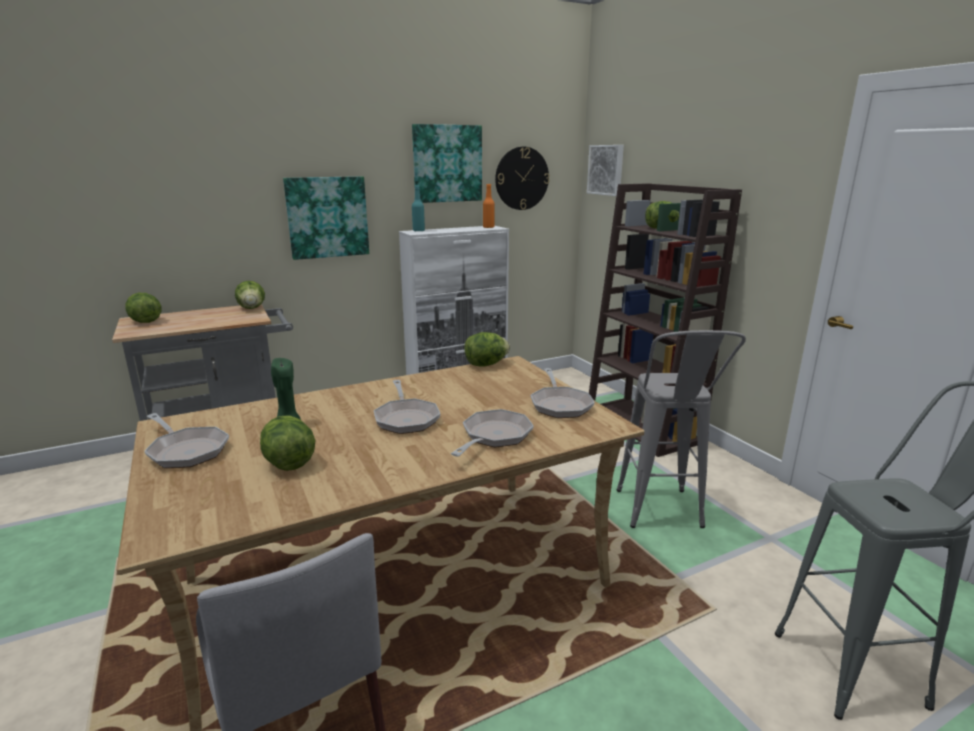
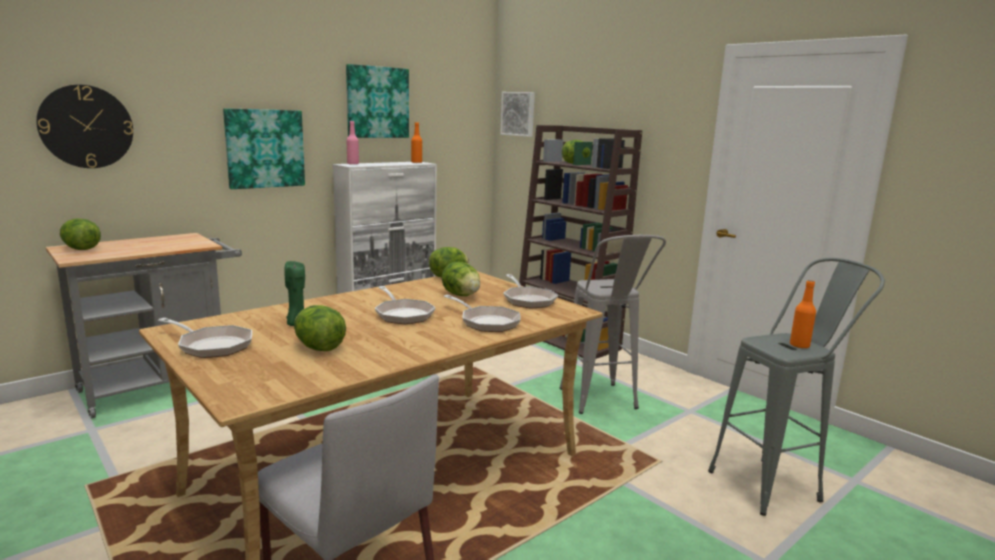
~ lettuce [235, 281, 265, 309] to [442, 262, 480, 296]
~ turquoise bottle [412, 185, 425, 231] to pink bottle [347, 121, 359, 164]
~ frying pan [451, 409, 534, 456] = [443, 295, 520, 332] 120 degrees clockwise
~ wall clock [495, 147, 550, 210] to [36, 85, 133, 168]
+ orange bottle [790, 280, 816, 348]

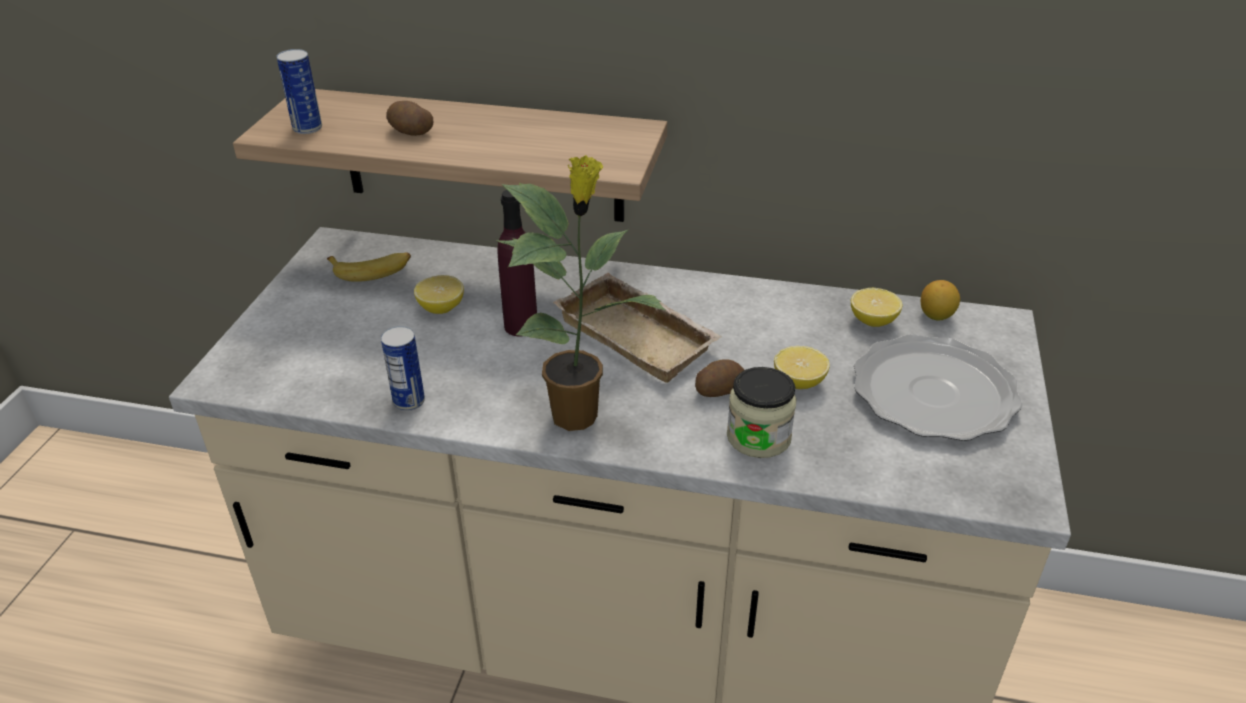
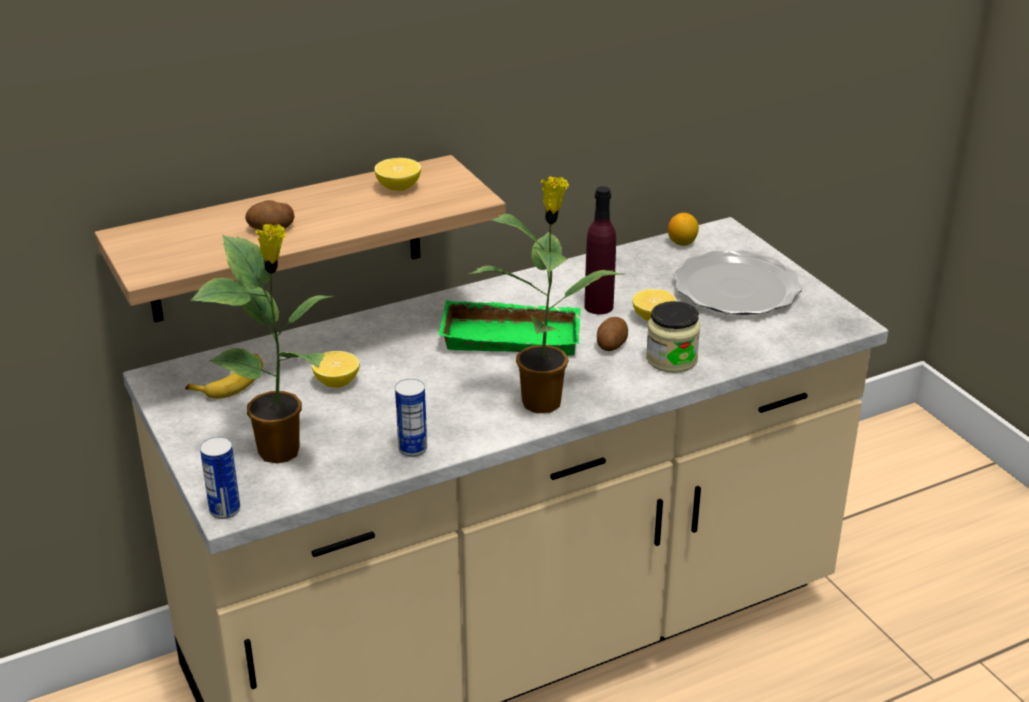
~ can [276, 49, 322, 134] to [200, 437, 240, 519]
~ purple bottle [497, 190, 537, 336] to [584, 186, 616, 314]
~ beige tray [553, 273, 722, 383] to green tray [439, 300, 581, 356]
~ lemon [851, 288, 902, 327] to [374, 158, 421, 191]
+ potted plant [190, 224, 336, 464]

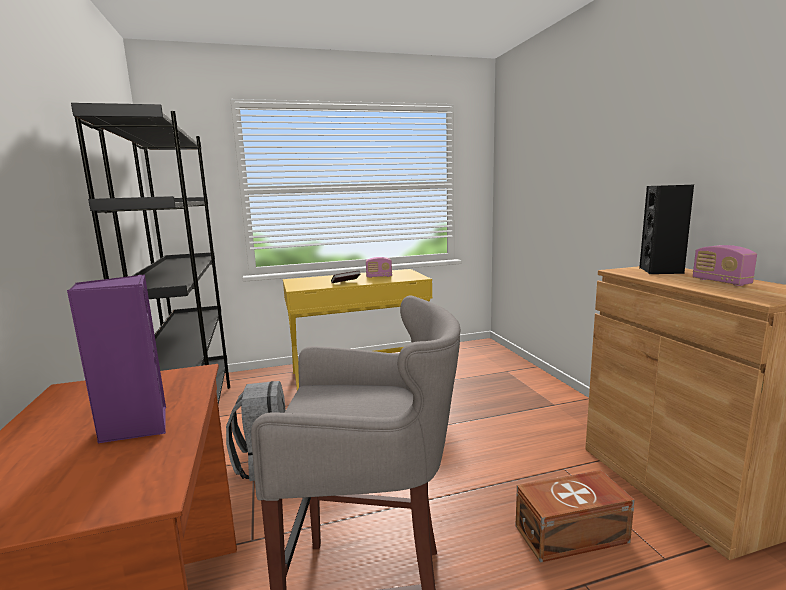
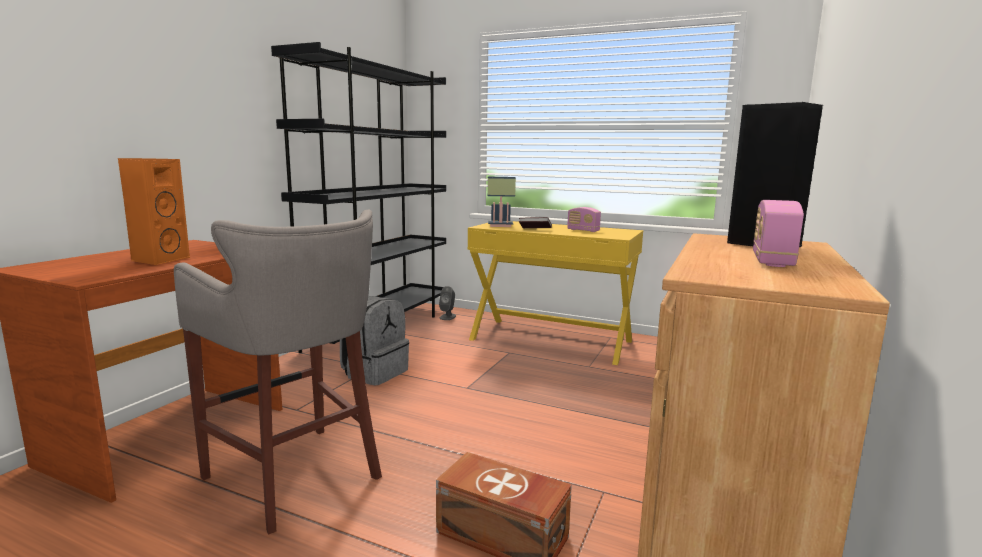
~ purple speaker [67, 274, 166, 443] to orange speaker [118, 158, 190, 265]
+ grey speaker [439, 286, 456, 320]
+ table lamp [488, 177, 516, 227]

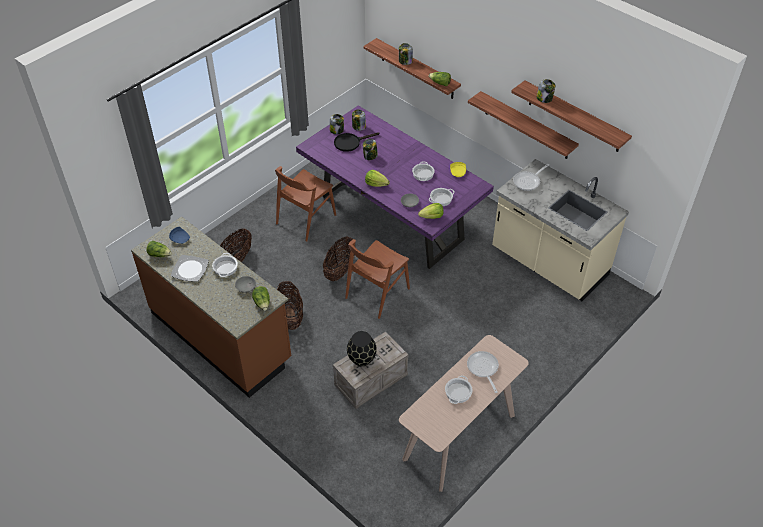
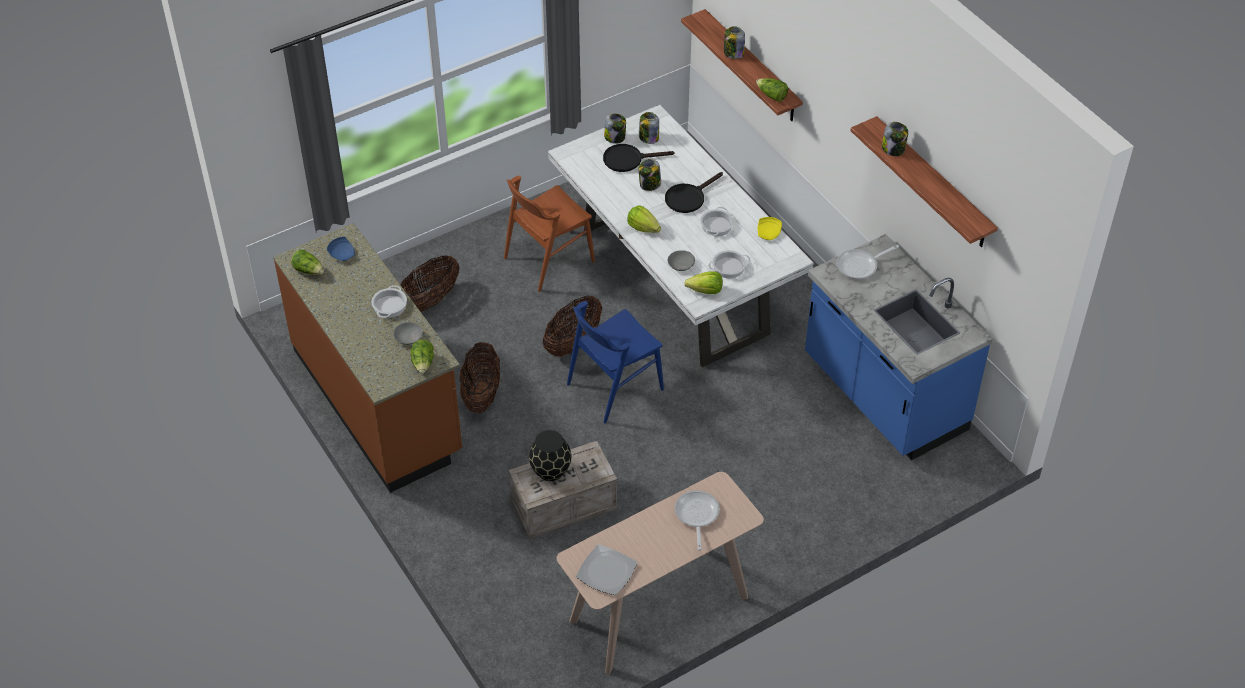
~ plate [171, 255, 209, 282] to [576, 544, 637, 595]
~ purple dining table [296, 105, 494, 269] to white dining table [548, 105, 814, 367]
~ brown chair [345, 239, 410, 319] to blue chair [567, 301, 664, 423]
- cooking pot [445, 376, 472, 404]
- shelf [468, 91, 579, 159]
~ beige counter [492, 159, 629, 301] to blue counter [805, 234, 993, 460]
+ black frying pan [665, 172, 723, 213]

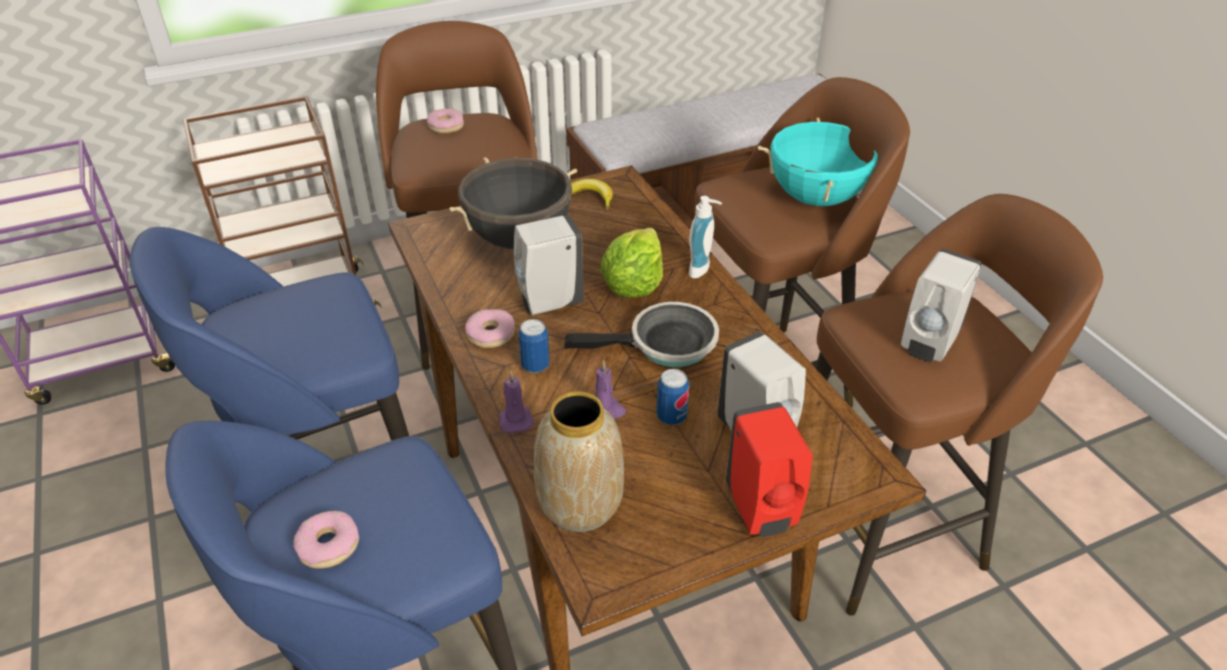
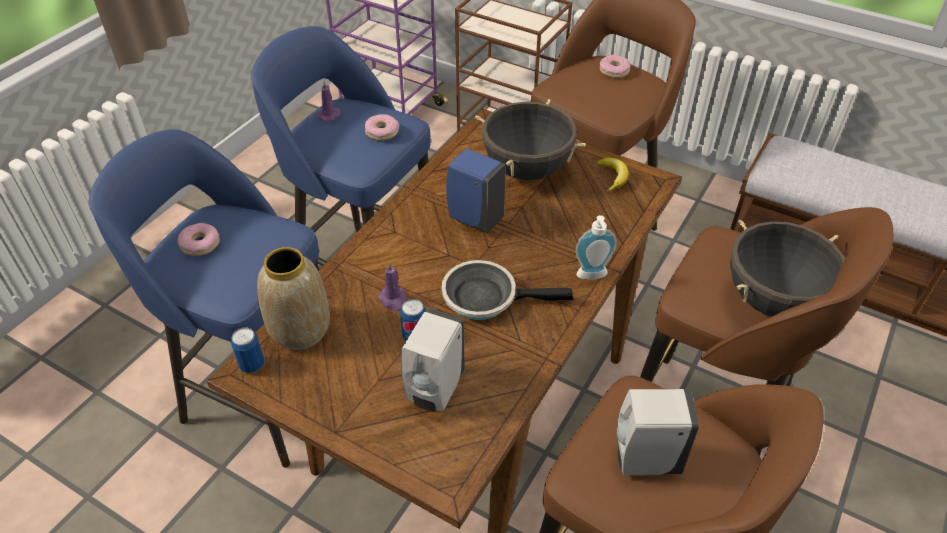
~ donut [465, 309, 515, 348] to [365, 114, 399, 141]
~ purple candle [499, 371, 534, 434] to [317, 81, 341, 122]
~ white soap dispenser [513, 215, 584, 315] to blue soap dispenser [446, 148, 506, 233]
~ can [518, 319, 550, 373] to [231, 327, 265, 373]
~ frying pan [564, 302, 719, 367] = [441, 260, 573, 320] 135 degrees clockwise
- lettuce [600, 228, 663, 298]
- red soap dispenser [726, 402, 813, 537]
~ turquoise cooking pot [758, 117, 878, 206] to black cooking pot [730, 220, 845, 317]

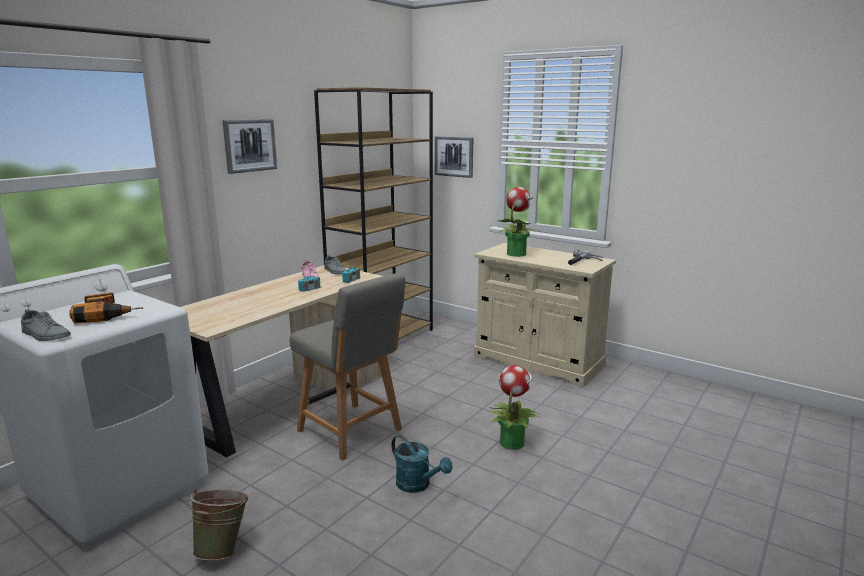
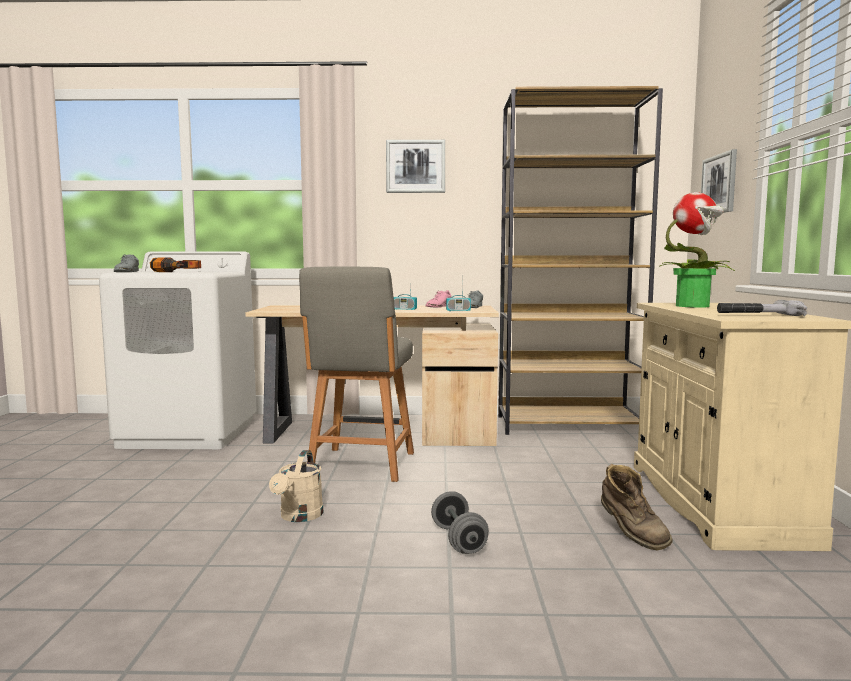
- green bucket [187, 489, 249, 561]
~ turquoise watering can [392, 435, 453, 493] to beige watering can [269, 450, 324, 522]
~ potted plant [488, 365, 541, 450] to grey dumbbell [431, 491, 489, 554]
+ brown boot [601, 464, 673, 550]

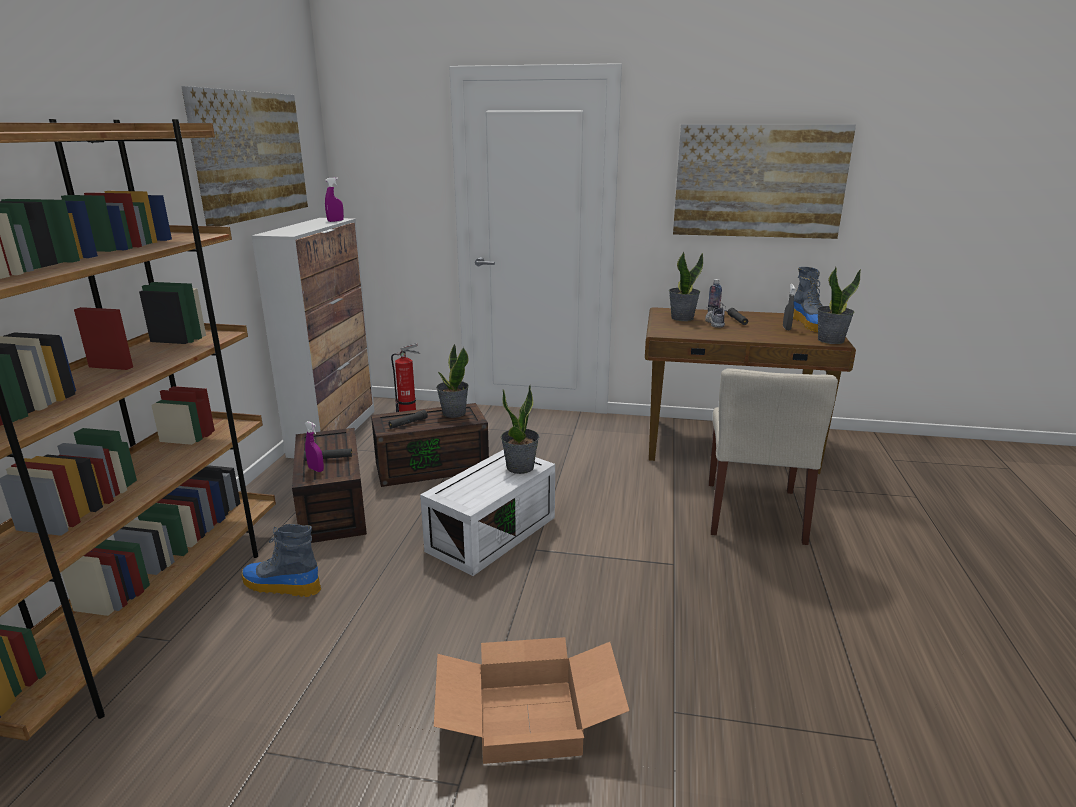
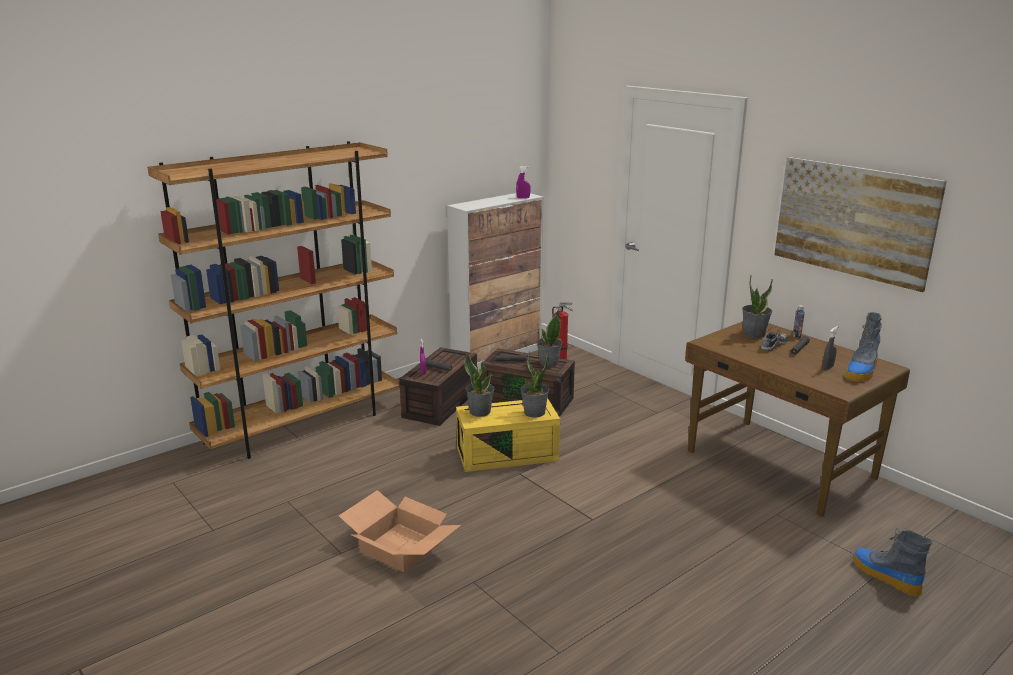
- picture [181, 86, 308, 226]
~ boot [241, 524, 321, 597] to [853, 528, 932, 596]
~ white storage box [420, 449, 555, 576] to yellow storage box [456, 398, 560, 472]
- beige chair [709, 368, 838, 545]
~ potted plant [817, 267, 861, 344] to [464, 354, 495, 417]

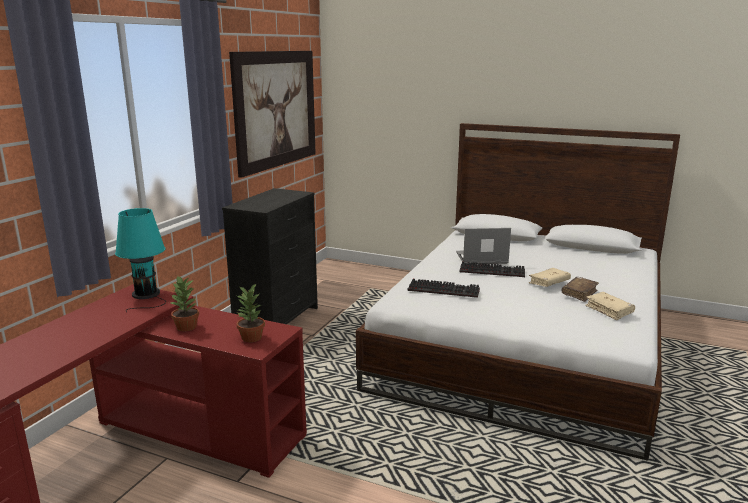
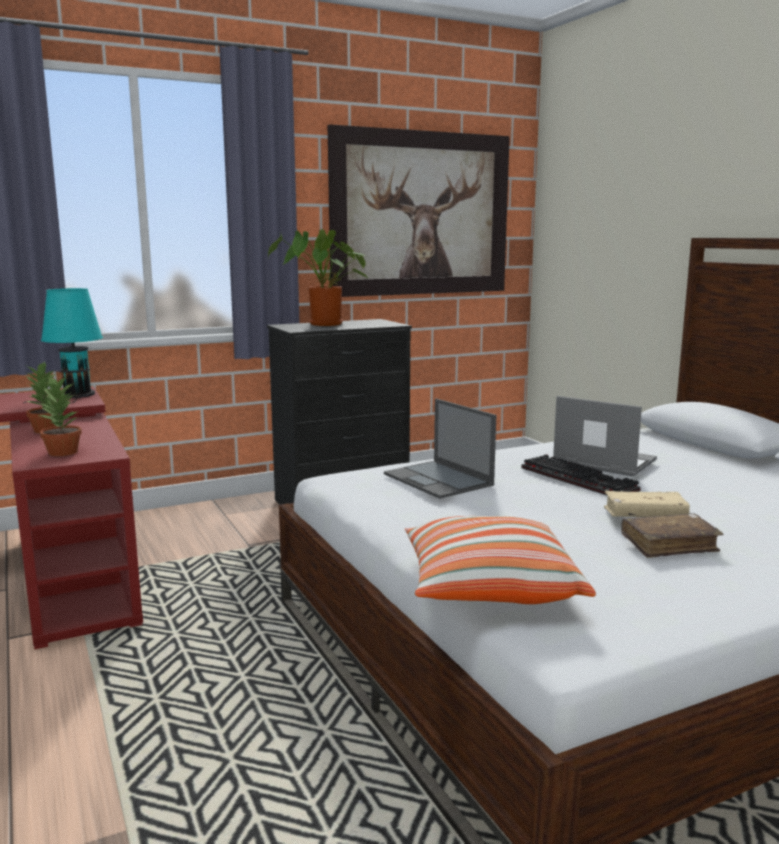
~ keyboard [408, 279, 480, 298] to laptop [384, 399, 496, 499]
- beige book [585, 292, 635, 320]
+ potted plant [268, 229, 369, 326]
+ pillow [405, 516, 596, 604]

